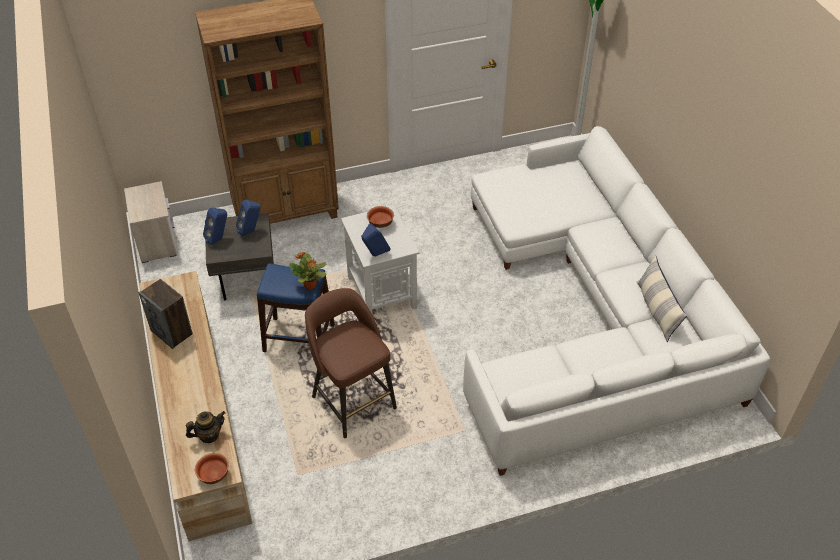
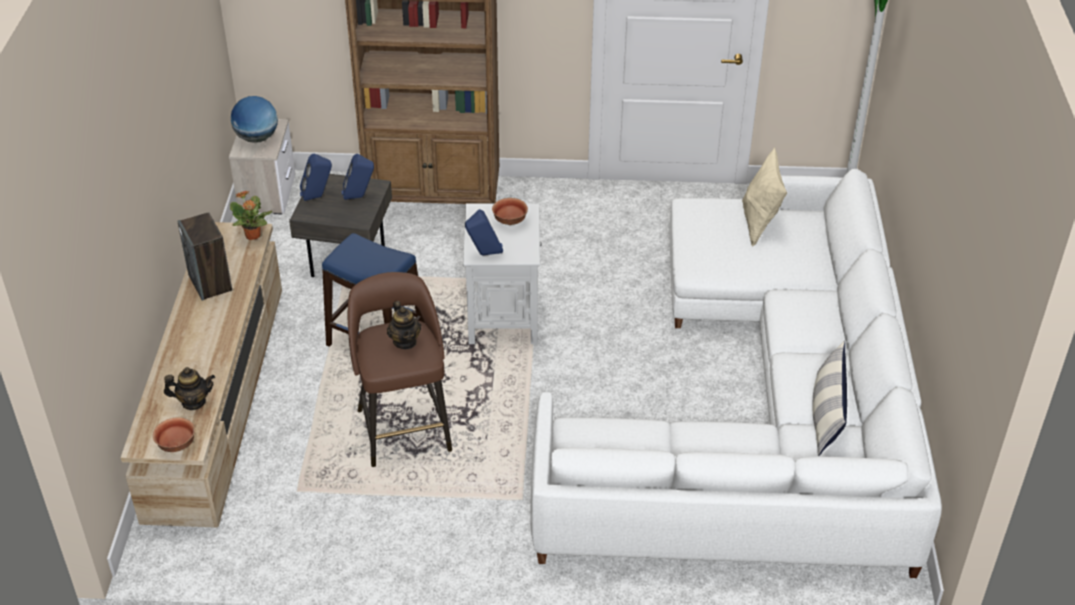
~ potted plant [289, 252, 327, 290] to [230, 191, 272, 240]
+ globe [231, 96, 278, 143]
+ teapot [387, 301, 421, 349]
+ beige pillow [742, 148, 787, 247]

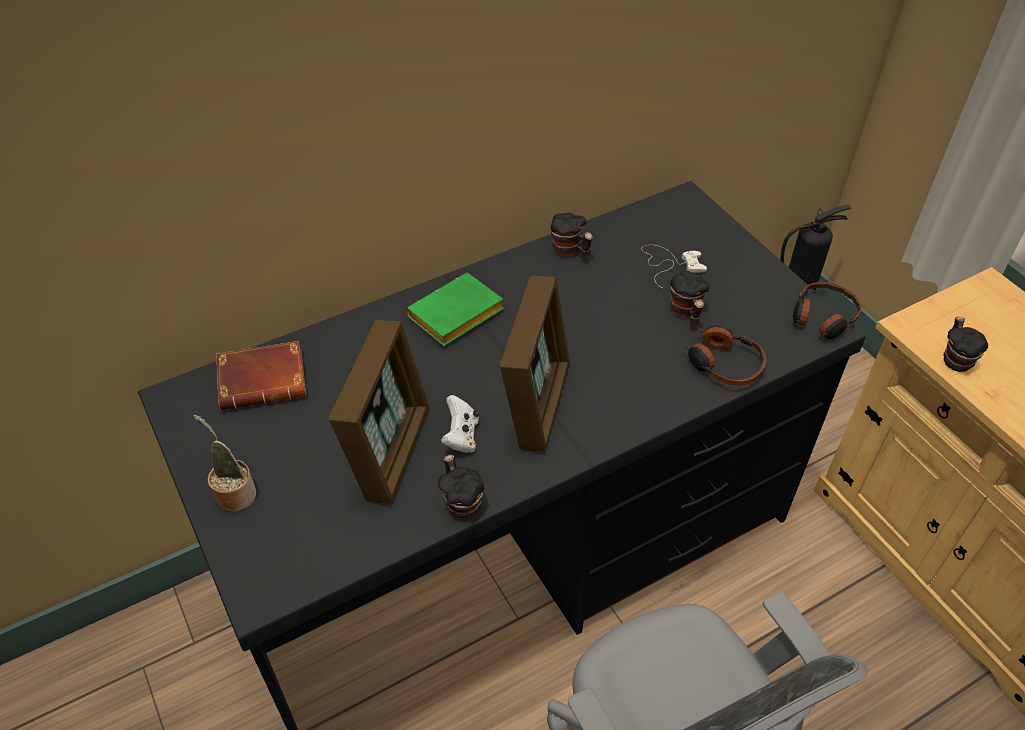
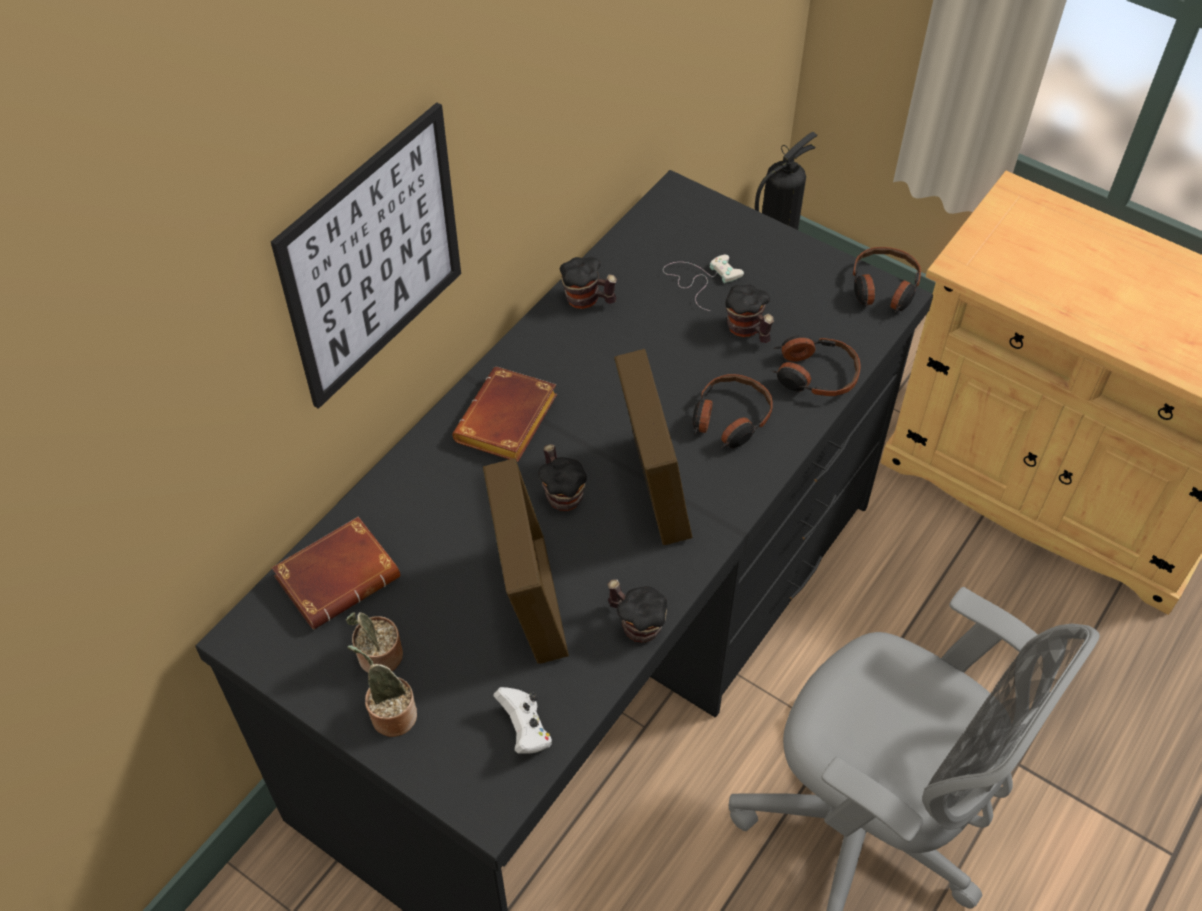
~ green book [406, 273, 504, 346] to brown book [452, 367, 557, 462]
~ white game controller [441, 395, 479, 453] to [493, 687, 552, 754]
~ mug [943, 317, 988, 372] to [538, 444, 587, 511]
+ picture [271, 102, 461, 409]
+ potted plant [346, 612, 403, 673]
+ headphones [692, 374, 772, 448]

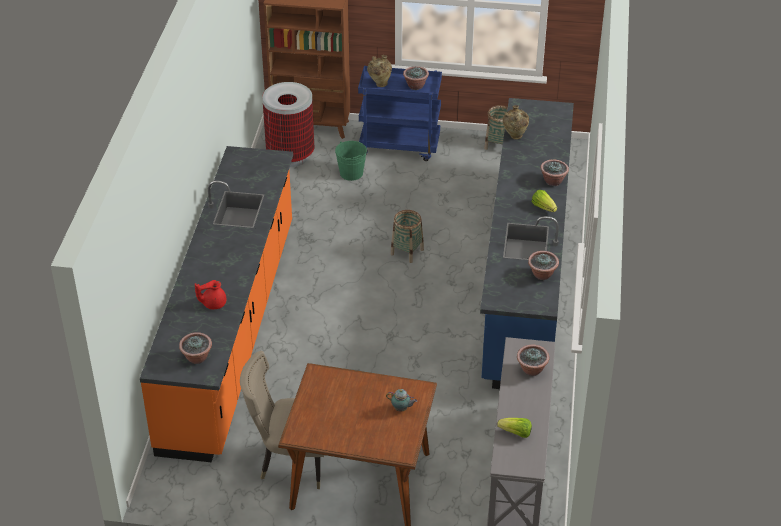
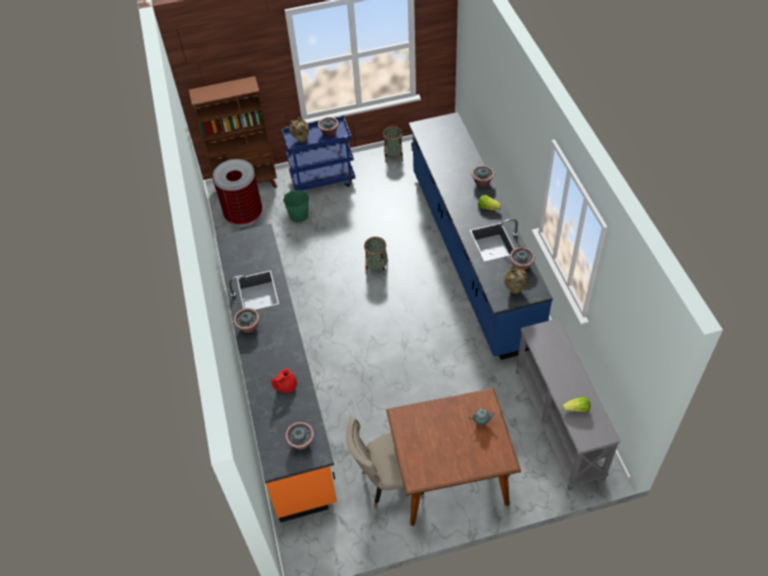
~ beige vase [503, 105, 529, 140] to [504, 266, 528, 294]
~ potted plant [517, 345, 550, 376] to [234, 308, 259, 333]

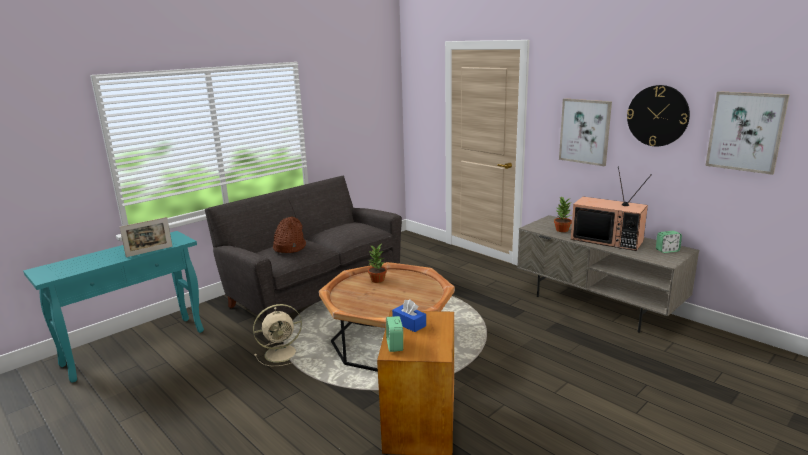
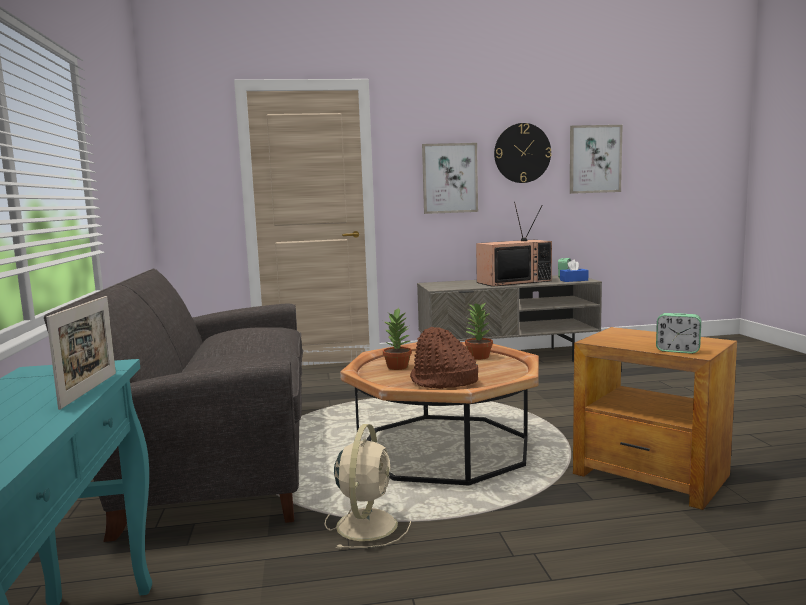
~ brown hat [273, 216, 306, 253] to [410, 327, 478, 389]
~ blue tissue box [392, 299, 426, 332] to [560, 260, 588, 282]
~ potted plant [554, 196, 572, 232] to [465, 302, 493, 360]

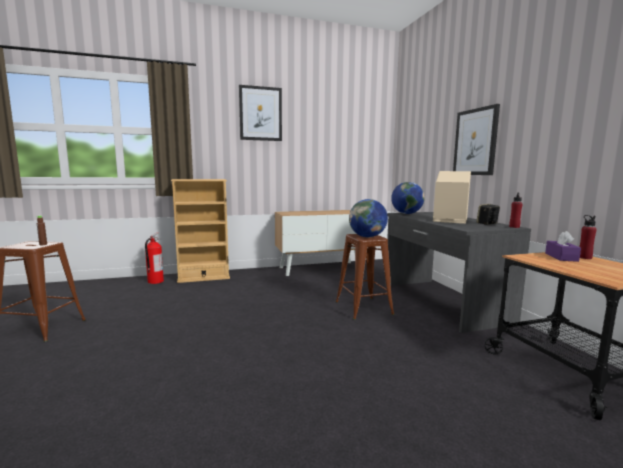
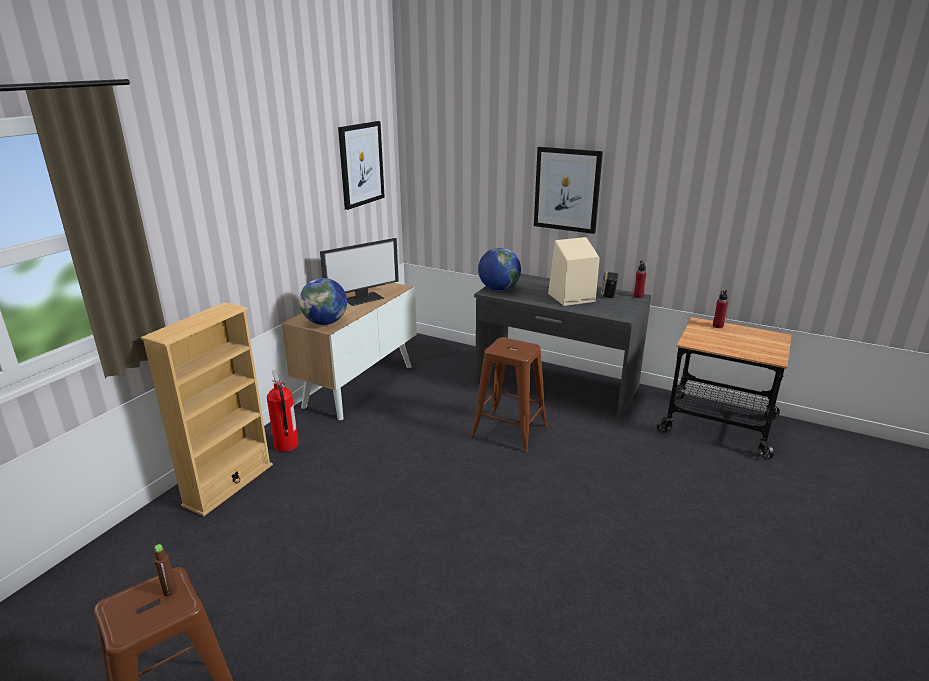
~ fire extinguisher [145, 232, 164, 284] to [267, 370, 299, 452]
~ picture [239, 85, 282, 141] to [338, 121, 385, 210]
~ globe [349, 199, 388, 237] to [299, 278, 347, 325]
- purple tissue box [545, 231, 581, 262]
+ monitor [320, 238, 399, 306]

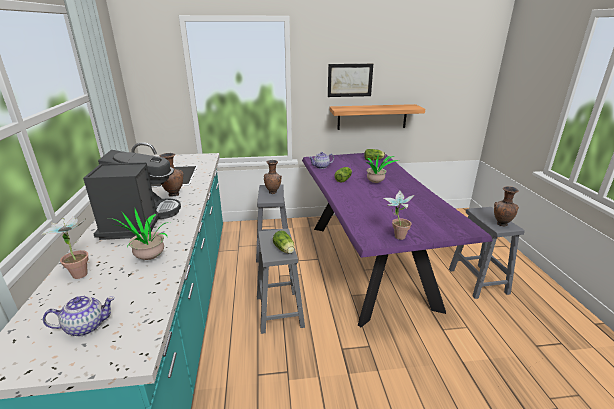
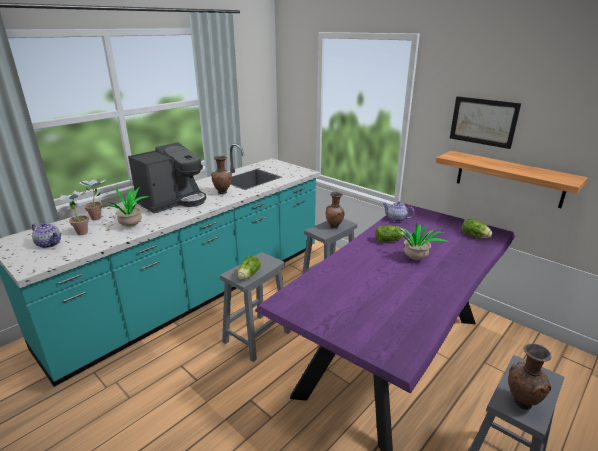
~ potted plant [384, 190, 415, 240] to [57, 189, 89, 235]

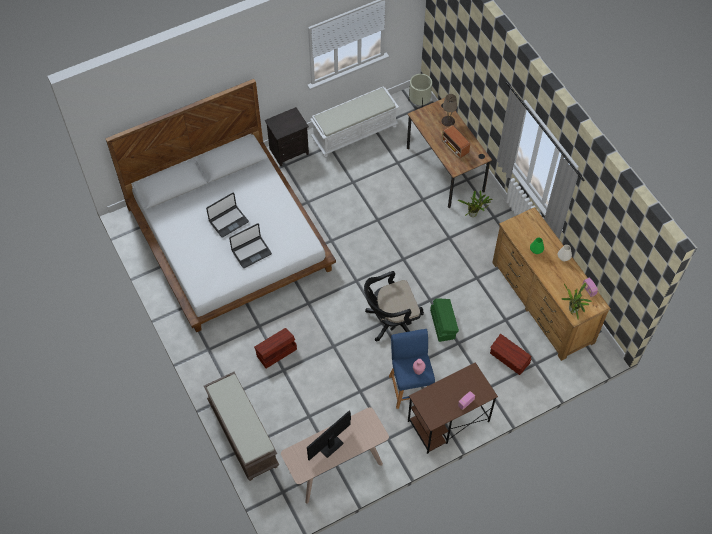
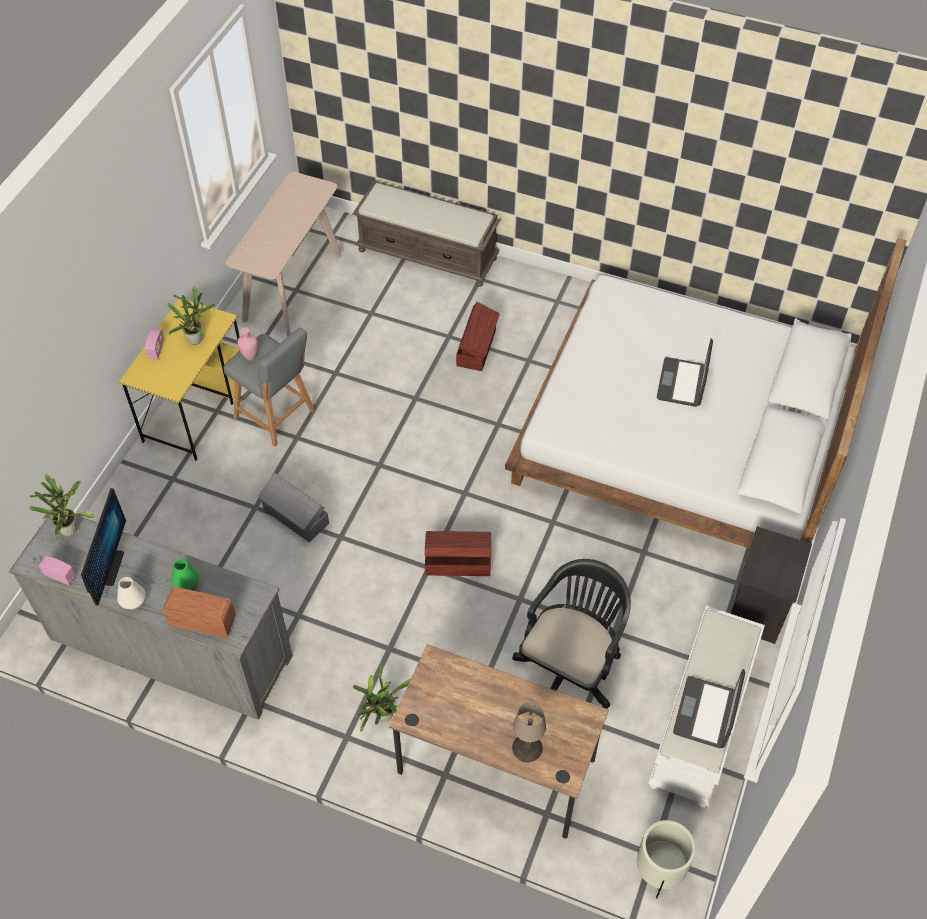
~ laptop [229, 223, 272, 268] to [673, 669, 745, 748]
~ monitor [307, 411, 351, 460] to [81, 488, 126, 606]
~ black office chair [364, 271, 424, 341] to [512, 559, 631, 709]
~ blue stool [389, 329, 435, 409] to grey stool [223, 328, 315, 447]
~ brown desk [408, 362, 498, 454] to yellow desk [119, 299, 240, 461]
~ green storage box [430, 298, 459, 342] to grey storage box [257, 473, 329, 542]
~ radio [442, 125, 470, 158] to [163, 587, 236, 638]
~ brown storage box [490, 334, 532, 375] to [425, 531, 491, 576]
~ brown dresser [492, 207, 611, 361] to grey dresser [9, 509, 293, 720]
+ potted plant [167, 286, 215, 345]

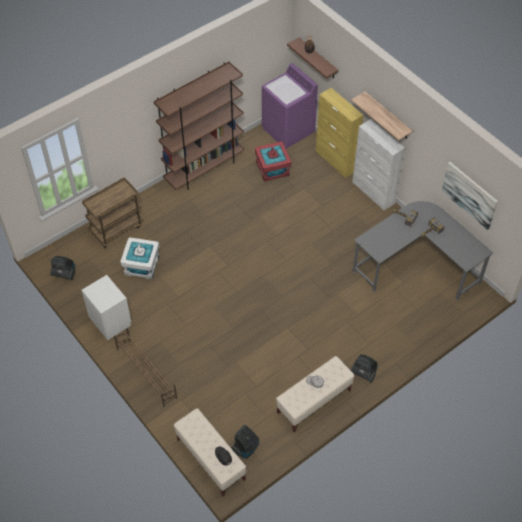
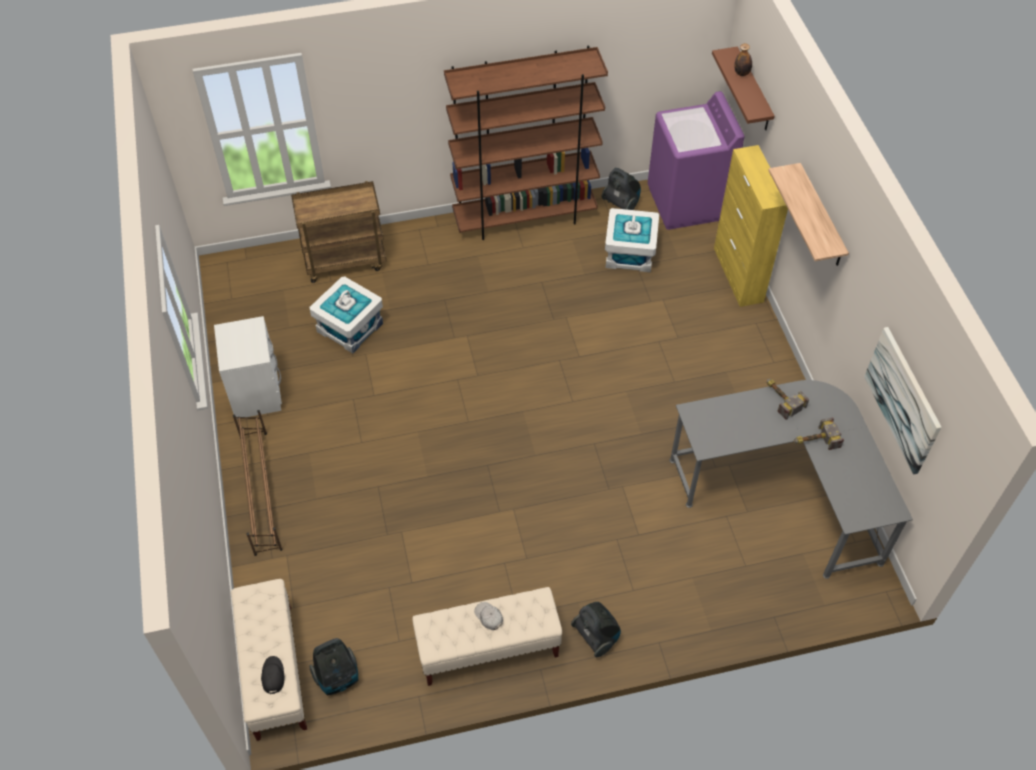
~ vacuum cleaner [50, 256, 75, 280] to [601, 168, 641, 210]
~ red storage box [255, 141, 291, 182] to white storage box [605, 208, 659, 273]
- white cabinet [352, 119, 405, 210]

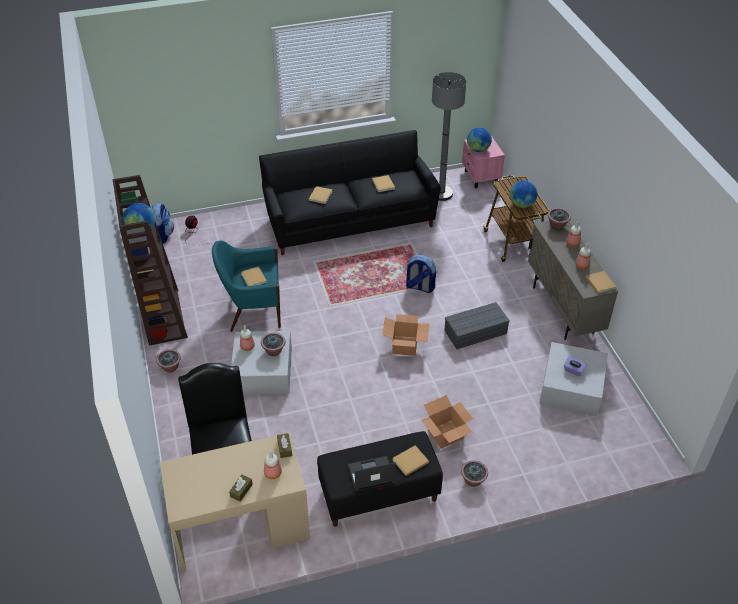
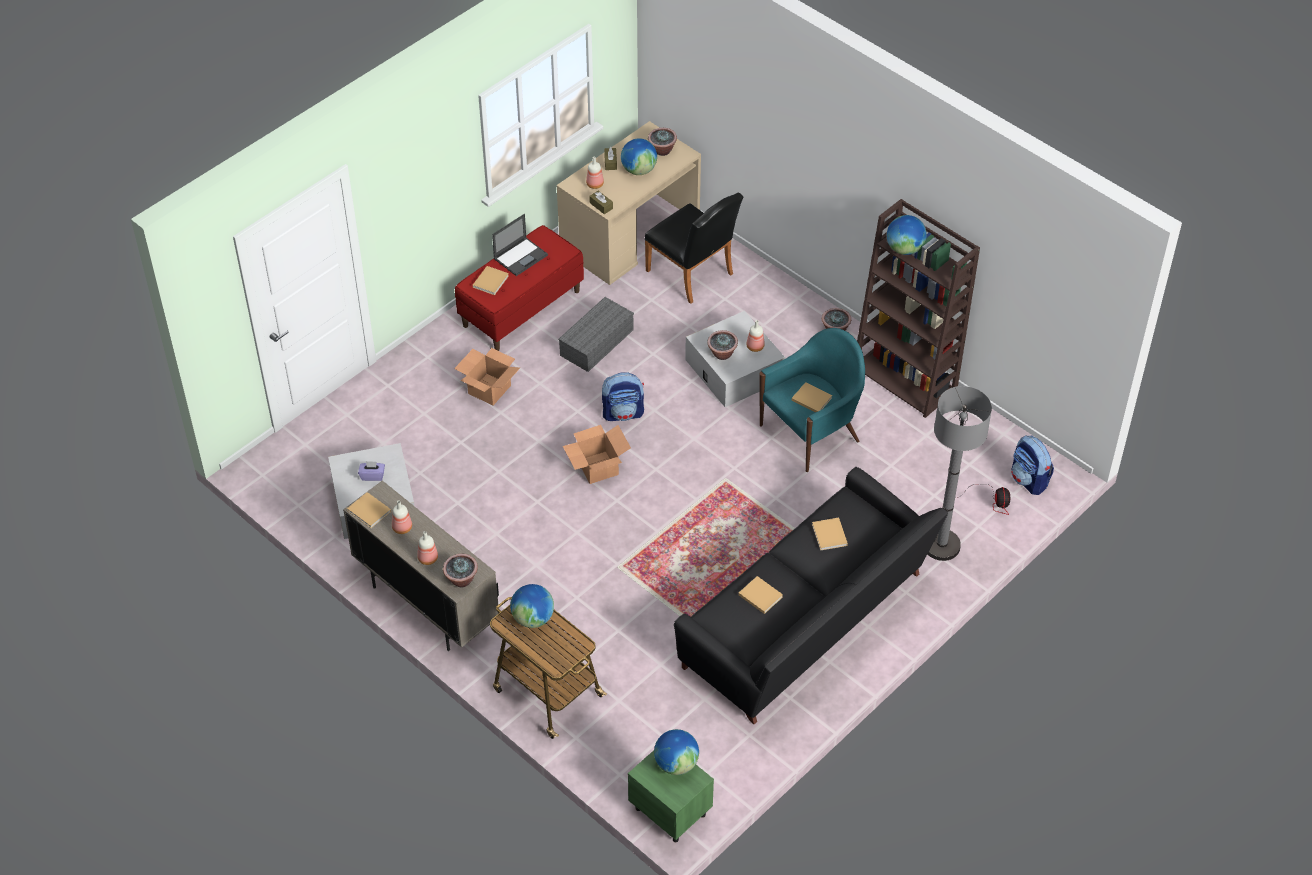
~ black bench [317, 431, 443, 527] to red bench [455, 225, 584, 351]
~ backpack [406, 255, 436, 293] to [602, 372, 644, 421]
~ grey floor lamp [432, 72, 466, 201] to [928, 386, 992, 561]
~ grey storage box [444, 302, 510, 349] to [558, 297, 634, 372]
~ potted plant [461, 460, 488, 487] to [648, 128, 677, 156]
~ pink nightstand [462, 135, 505, 188] to green nightstand [628, 750, 714, 842]
+ globe [621, 138, 657, 175]

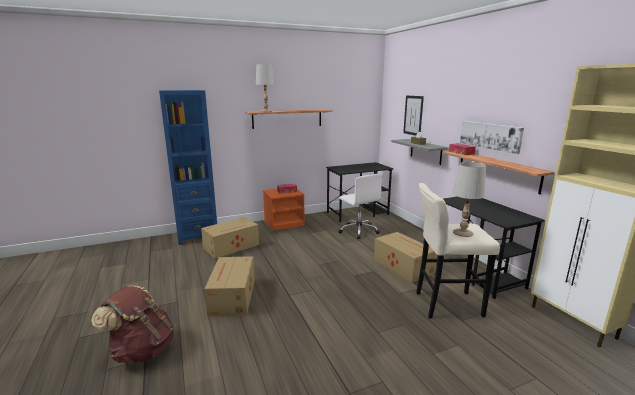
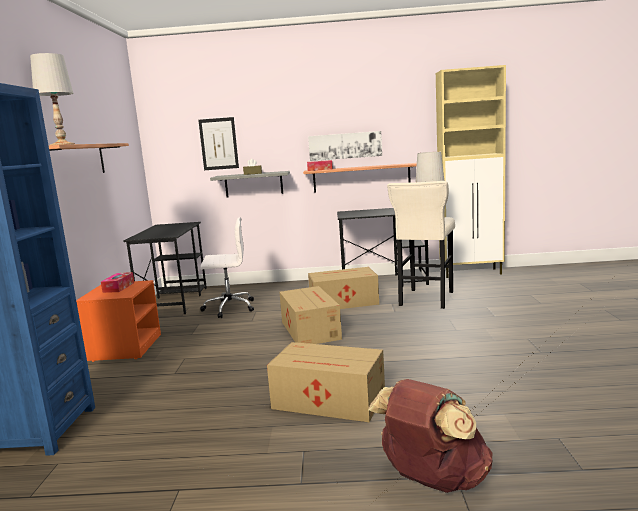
~ cardboard box [201, 217, 259, 259] to [279, 286, 342, 344]

